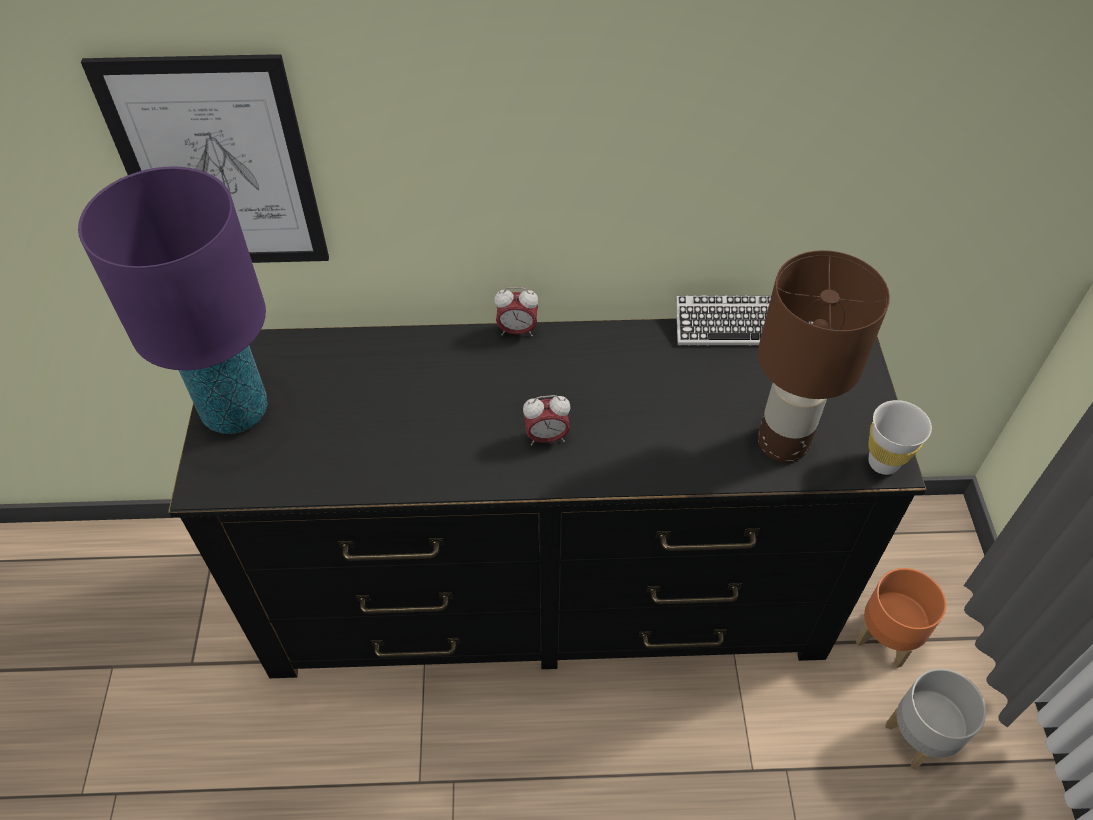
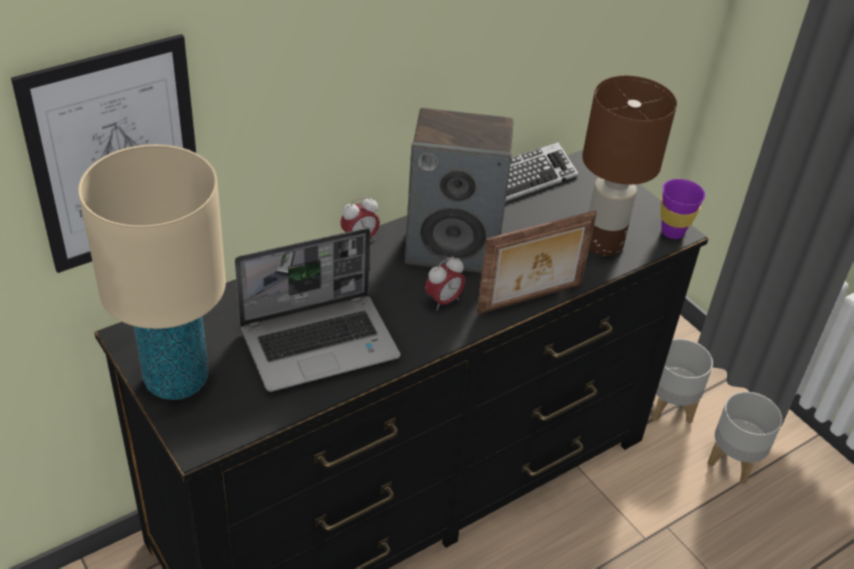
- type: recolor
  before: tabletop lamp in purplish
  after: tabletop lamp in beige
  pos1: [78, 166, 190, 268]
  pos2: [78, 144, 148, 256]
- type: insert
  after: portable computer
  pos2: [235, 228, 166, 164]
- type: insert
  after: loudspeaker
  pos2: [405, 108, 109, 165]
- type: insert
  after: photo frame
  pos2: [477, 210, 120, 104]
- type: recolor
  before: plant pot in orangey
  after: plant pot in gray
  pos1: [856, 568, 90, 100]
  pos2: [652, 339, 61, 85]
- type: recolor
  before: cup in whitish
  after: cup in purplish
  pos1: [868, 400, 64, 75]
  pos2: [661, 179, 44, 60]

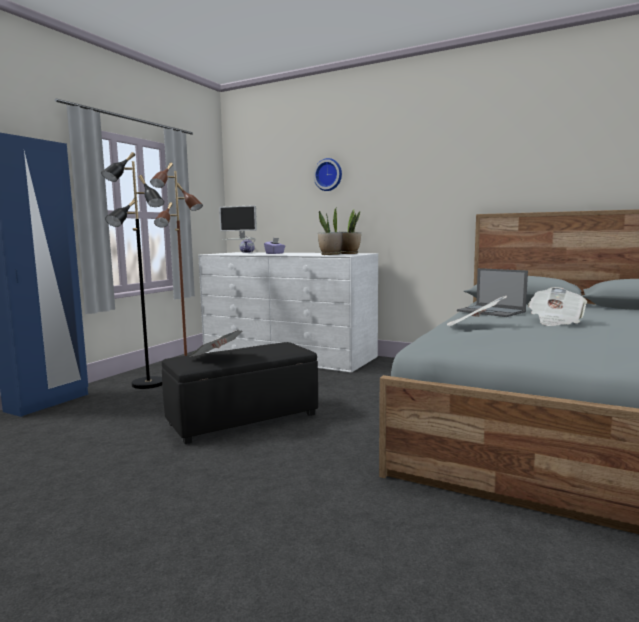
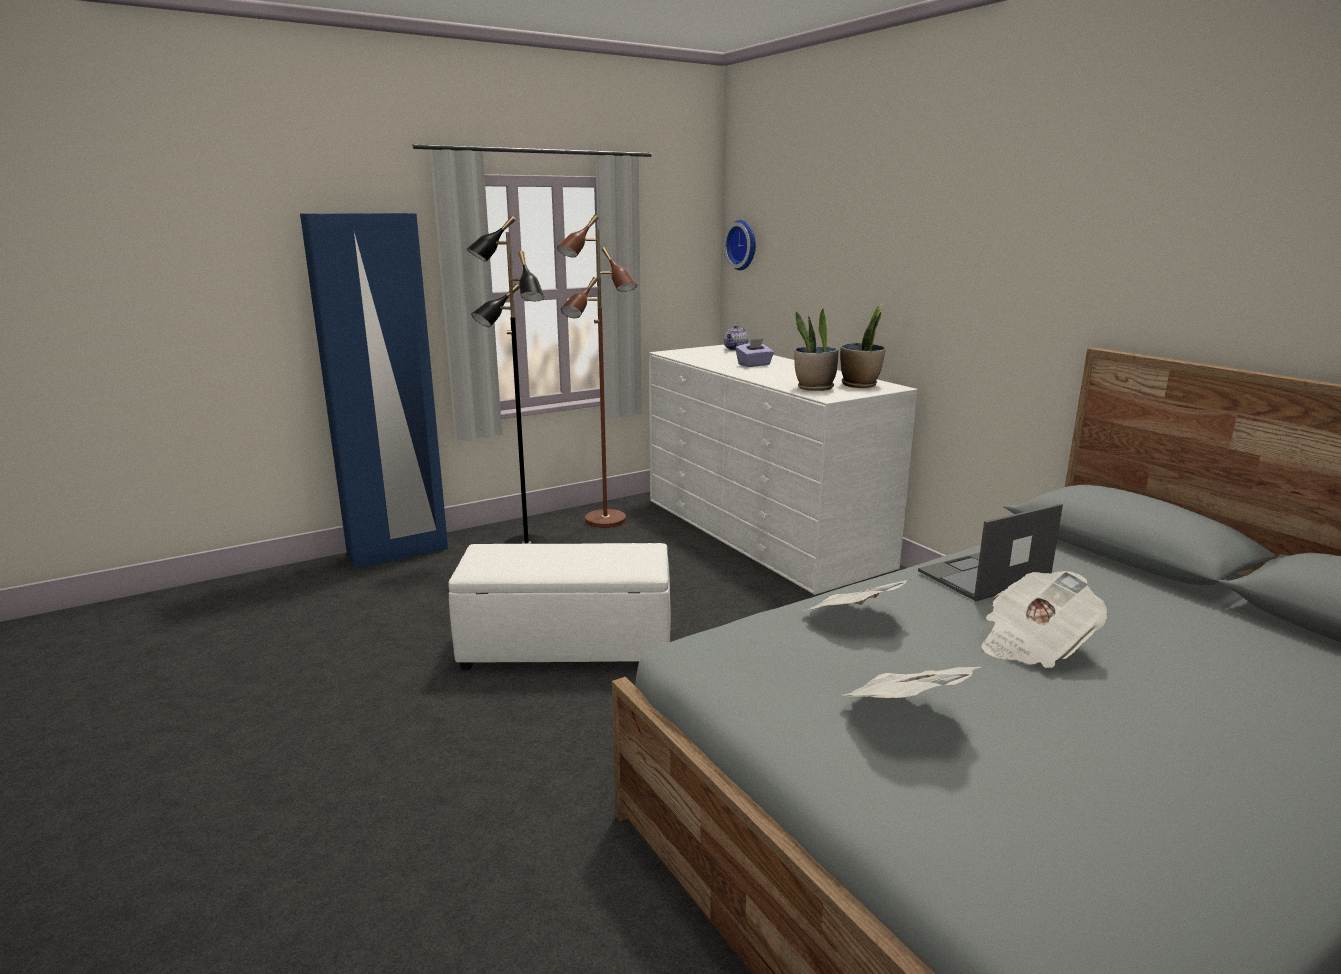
- type: recolor
  before: ottoman in blackish
  after: ottoman in whitish
  pos1: [162, 342, 156, 102]
  pos2: [449, 543, 222, 127]
- type: move
  before: wall clock
  pos1: [313, 158, 29, 33]
  pos2: [724, 220, 32, 50]
- type: move
  before: daily paper
  pos1: [189, 330, 53, 27]
  pos2: [841, 667, 140, 31]
- type: rotate
  before: portable computer
  pos1: [457, 268, 71, 49]
  pos2: [918, 503, 145, 98]
  turn: 75
- type: delete
  before: monitor
  pos1: [219, 205, 38, 48]

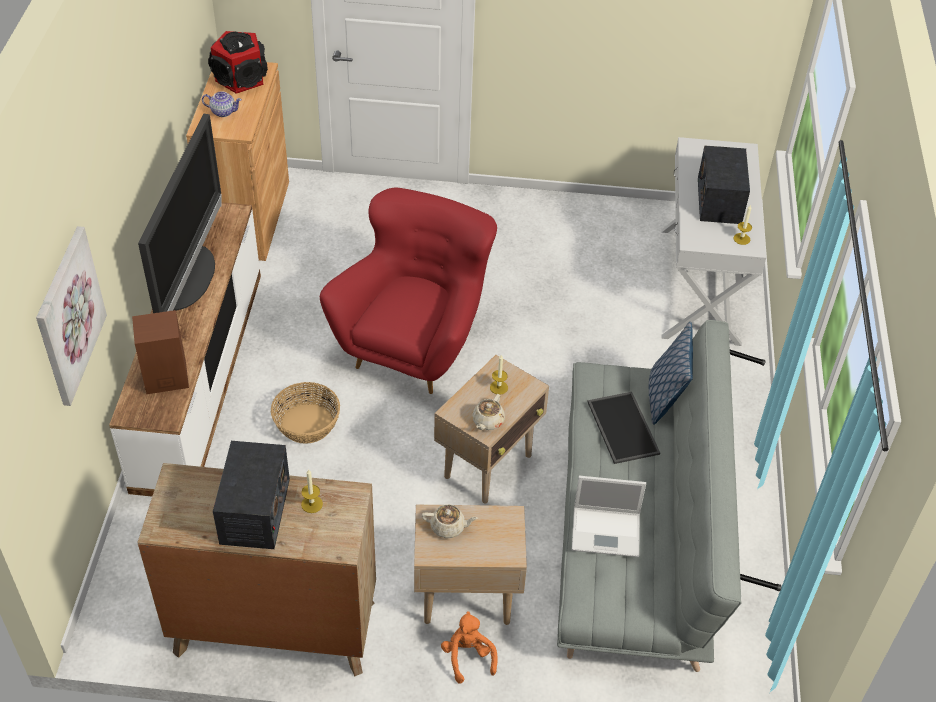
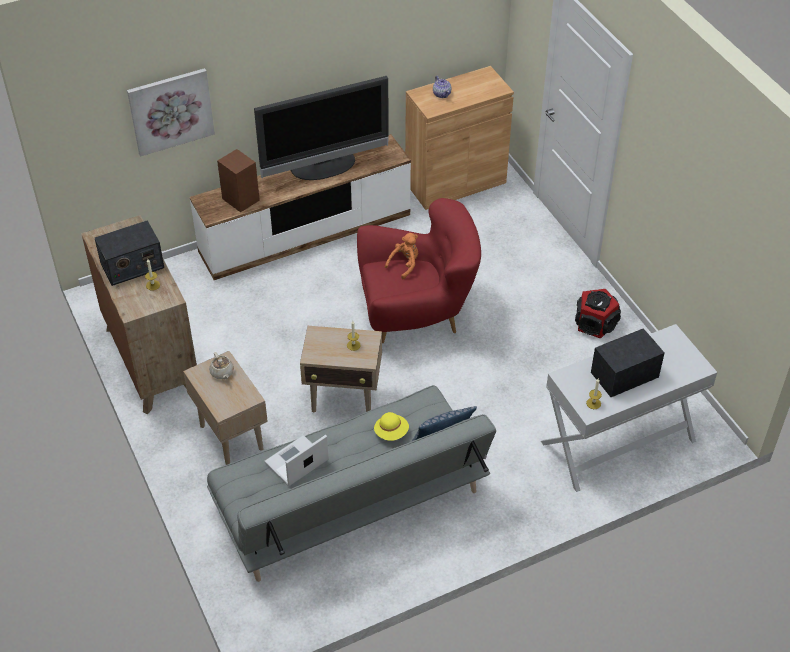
- type: rotate
  before: portable computer
  pos1: [572, 476, 74, 81]
  pos2: [264, 435, 65, 51]
  turn: 75
- type: replace
  before: carrying tray
  after: wearable hat in yellow-coloured
  pos1: [587, 392, 73, 72]
  pos2: [374, 412, 35, 29]
- type: move
  before: soft toy in orangey
  pos1: [441, 611, 57, 73]
  pos2: [385, 233, 33, 46]
- type: move
  before: loudspeaker
  pos1: [208, 31, 60, 63]
  pos2: [575, 289, 46, 50]
- type: delete
  before: household basket
  pos1: [271, 382, 69, 62]
- type: delete
  before: tea pot in beige
  pos1: [472, 394, 33, 36]

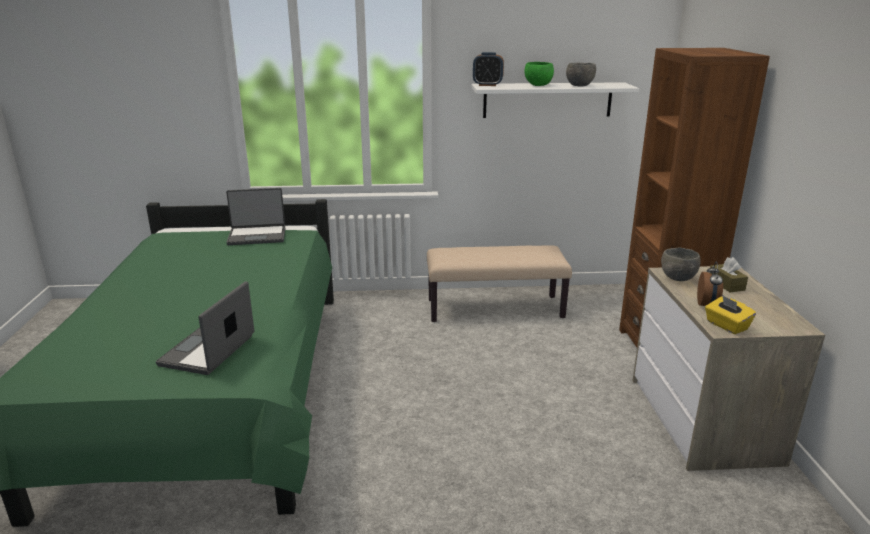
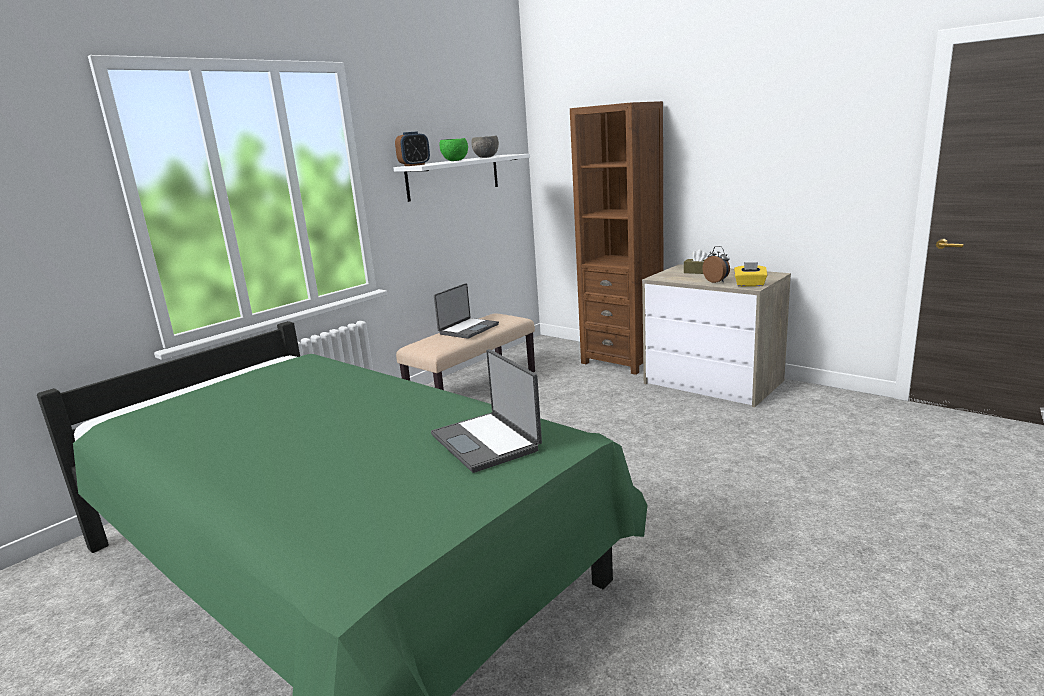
- type: move
  before: portable computer
  pos1: [226, 188, 59, 57]
  pos2: [434, 283, 65, 56]
- type: delete
  before: deep dish in gray
  pos1: [661, 247, 39, 34]

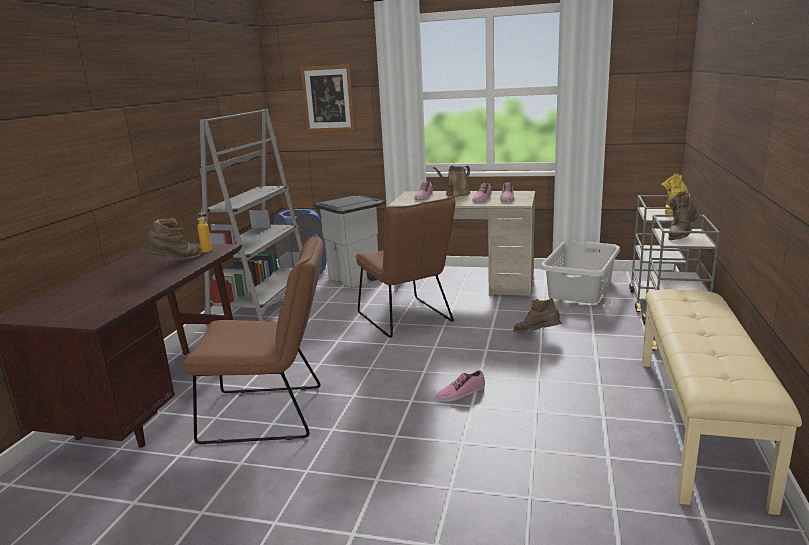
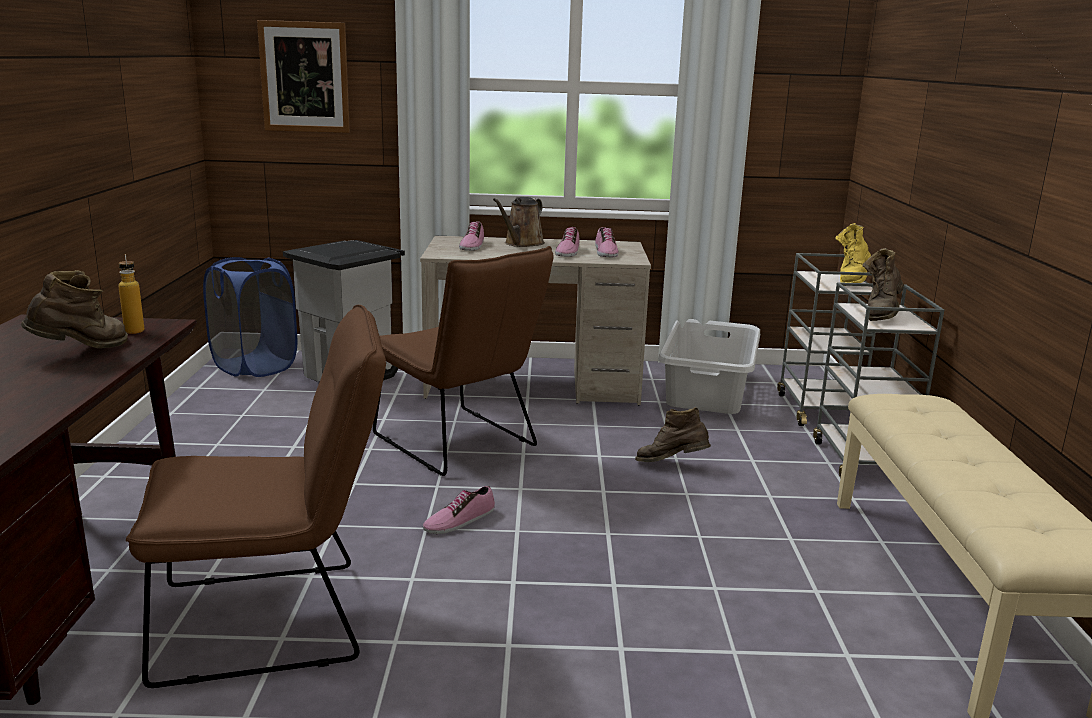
- type: move
  before: item of footwear
  pos1: [436, 370, 49, 32]
  pos2: [423, 486, 72, 48]
- type: delete
  before: bookcase in gray
  pos1: [200, 109, 103, 217]

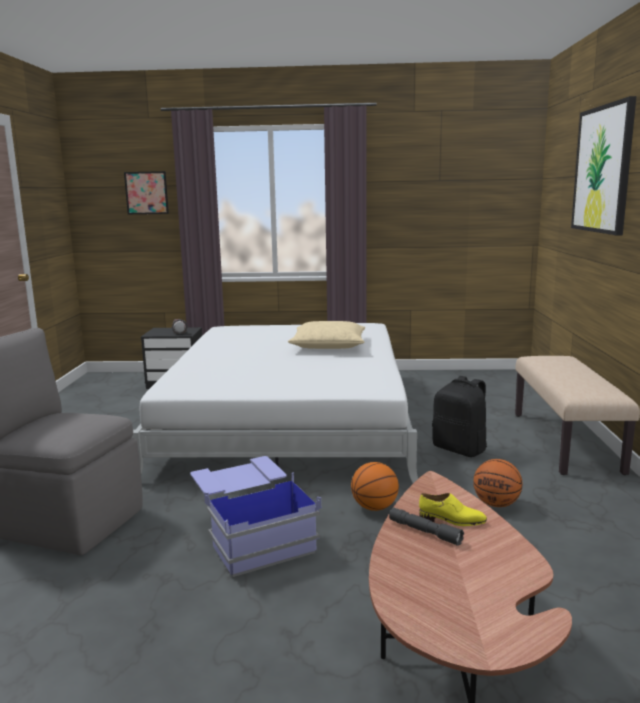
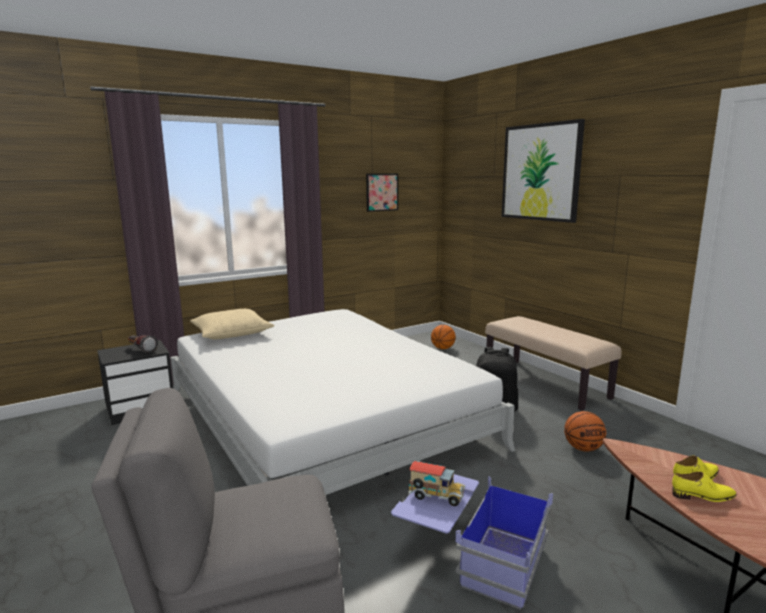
- type: move
  before: pillow in beige
  pos1: [288, 321, 77, 28]
  pos2: [190, 309, 85, 30]
- type: move
  before: wall art
  pos1: [124, 171, 45, 43]
  pos2: [366, 174, 32, 38]
- type: insert
  after: model truck
  pos2: [409, 461, 57, 45]
- type: move
  before: basketball ball
  pos1: [351, 462, 48, 49]
  pos2: [431, 325, 25, 24]
- type: replace
  before: torch in gray
  after: item of footwear in yellow-coloured
  pos1: [389, 508, 75, 38]
  pos2: [672, 471, 65, 31]

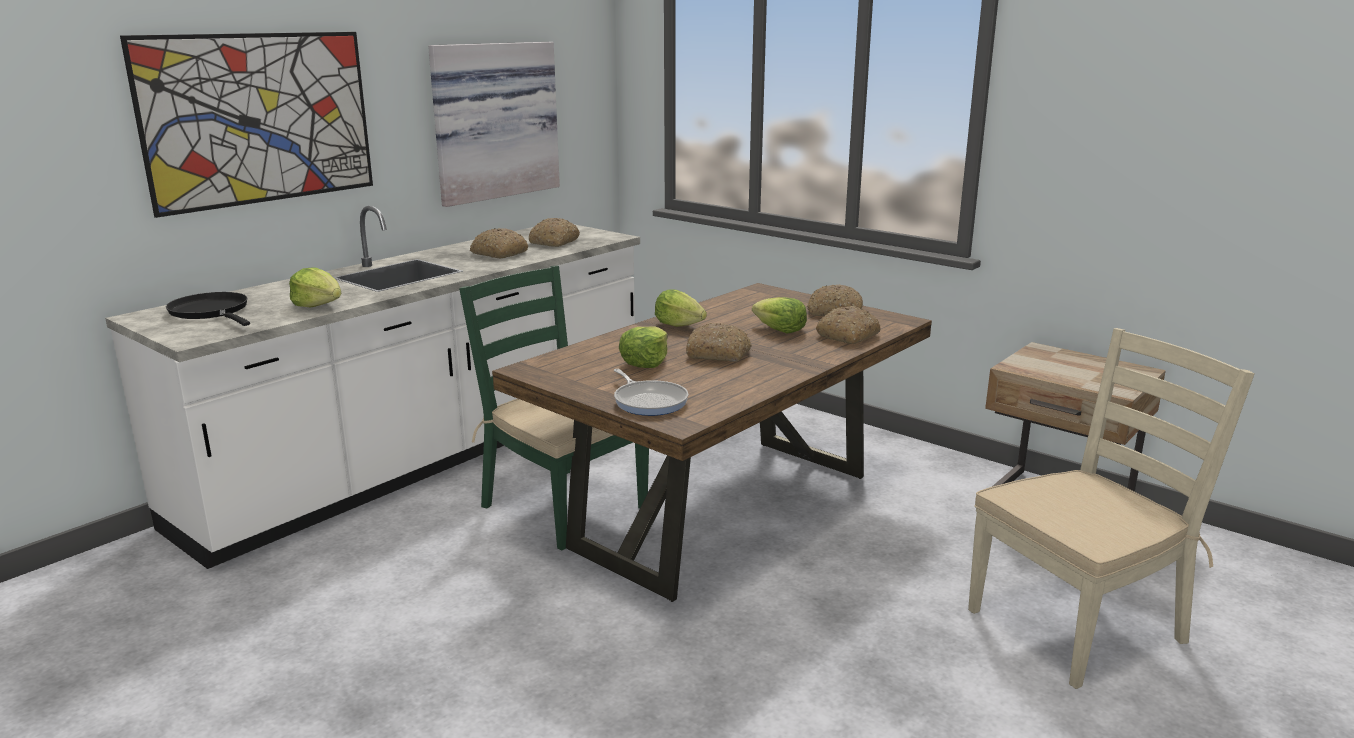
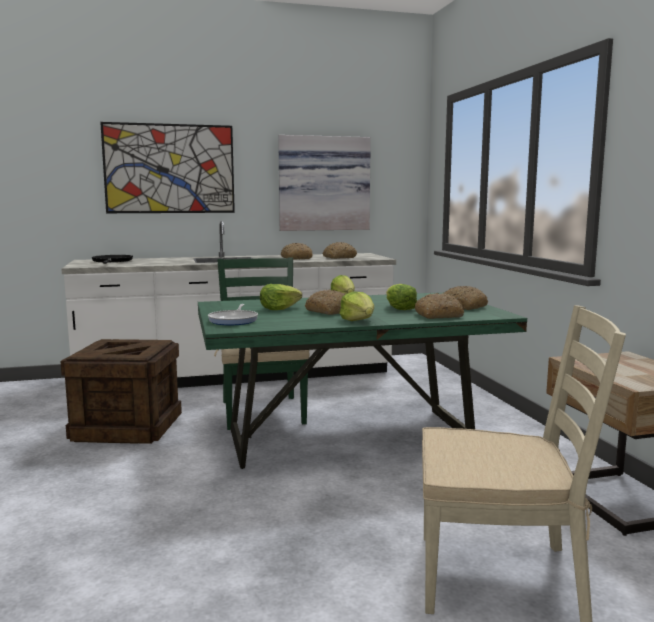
- type: insert
  after: crate
  pos2: [60, 339, 122, 105]
- type: recolor
  before: dinner table in brownish
  after: dinner table in green
  pos1: [492, 283, 440, 319]
  pos2: [198, 292, 329, 177]
- type: move
  before: head of lettuce
  pos1: [289, 267, 53, 41]
  pos2: [339, 291, 35, 30]

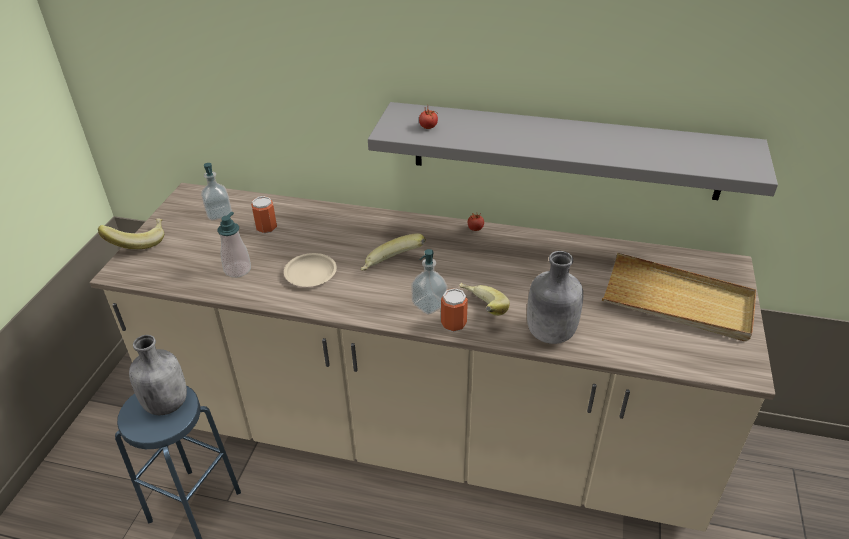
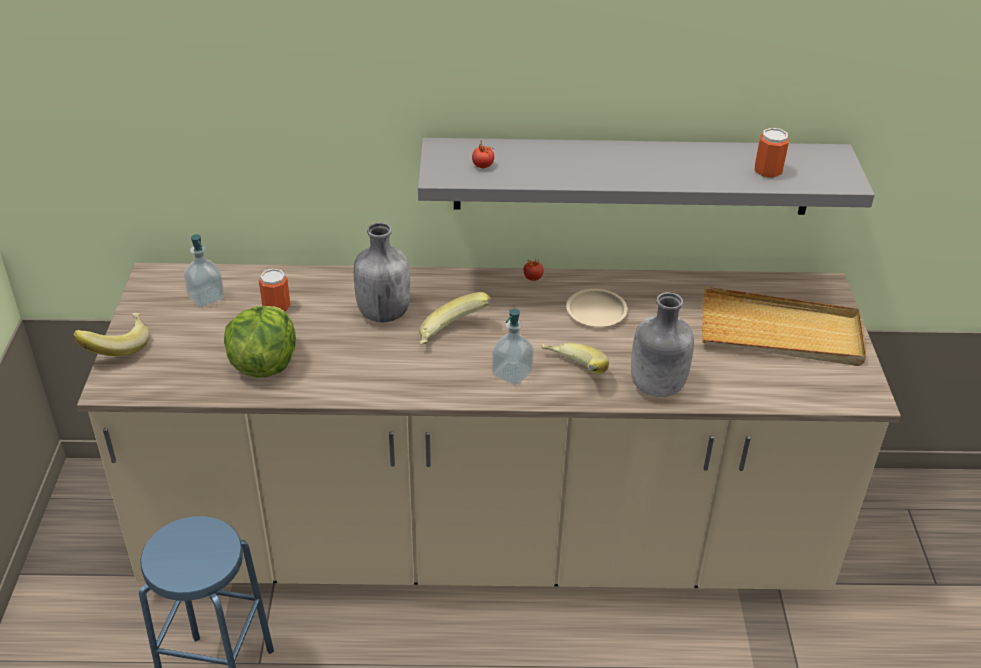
- type: replace
  before: liquid soap bottle
  after: head of lettuce
  pos1: [218, 212, 33, 66]
  pos2: [224, 306, 72, 72]
- type: move
  before: bottle in gray
  pos1: [129, 335, 58, 80]
  pos2: [354, 223, 56, 99]
- type: move
  before: dinner plate in beige
  pos1: [284, 253, 53, 34]
  pos2: [566, 289, 62, 38]
- type: move
  before: metal can
  pos1: [441, 288, 27, 44]
  pos2: [755, 128, 34, 51]

